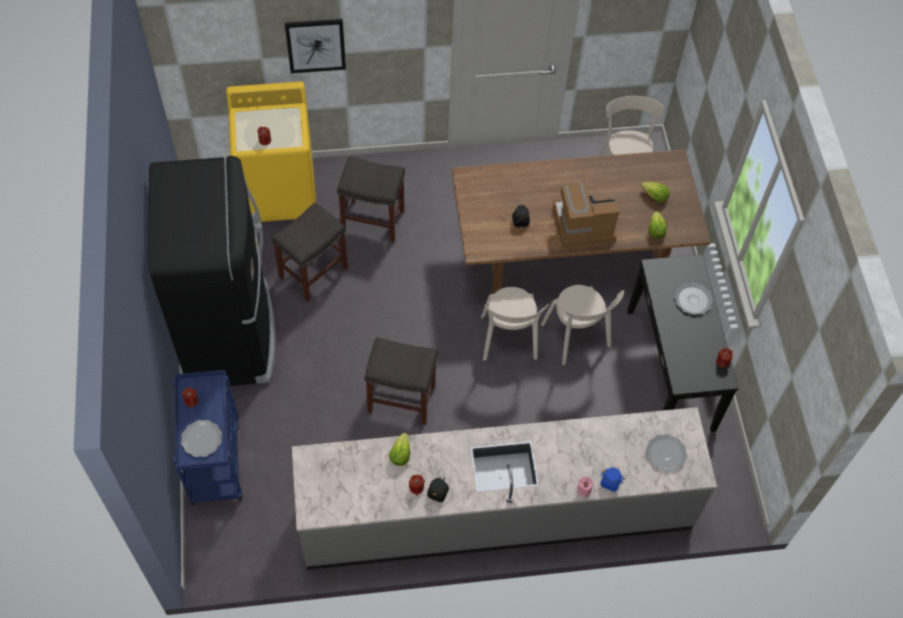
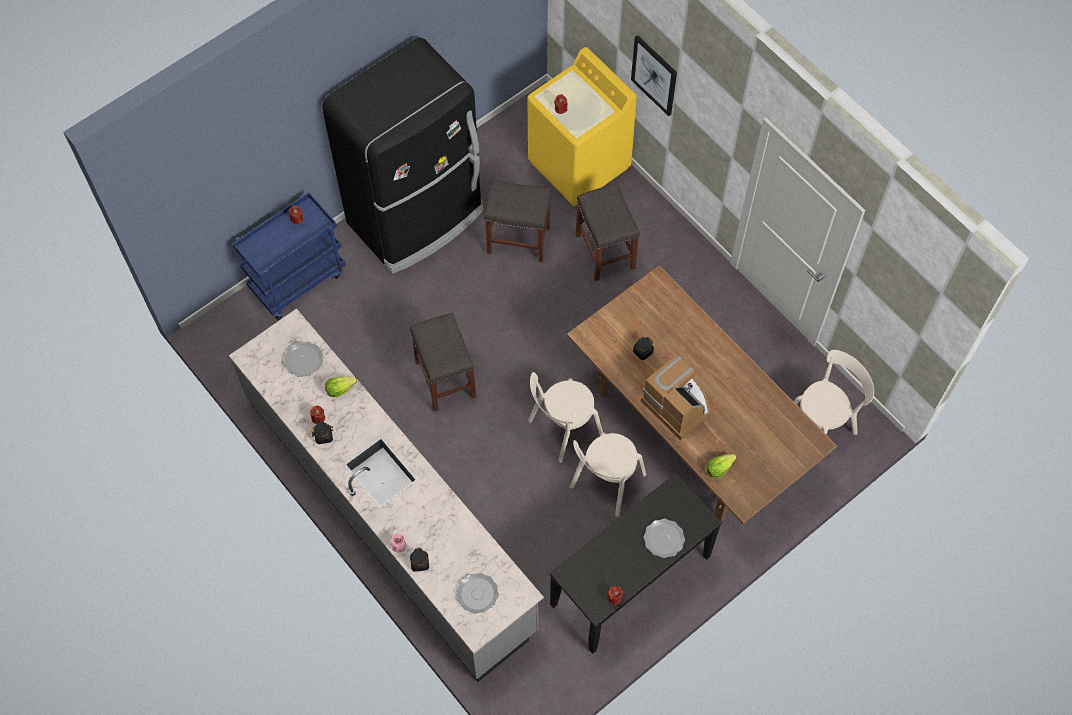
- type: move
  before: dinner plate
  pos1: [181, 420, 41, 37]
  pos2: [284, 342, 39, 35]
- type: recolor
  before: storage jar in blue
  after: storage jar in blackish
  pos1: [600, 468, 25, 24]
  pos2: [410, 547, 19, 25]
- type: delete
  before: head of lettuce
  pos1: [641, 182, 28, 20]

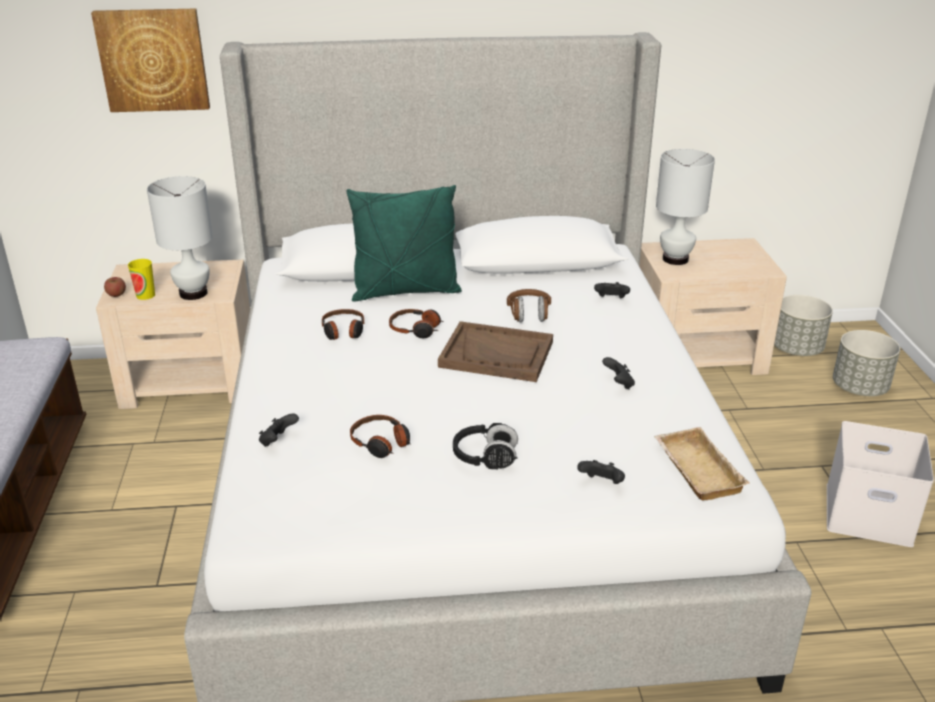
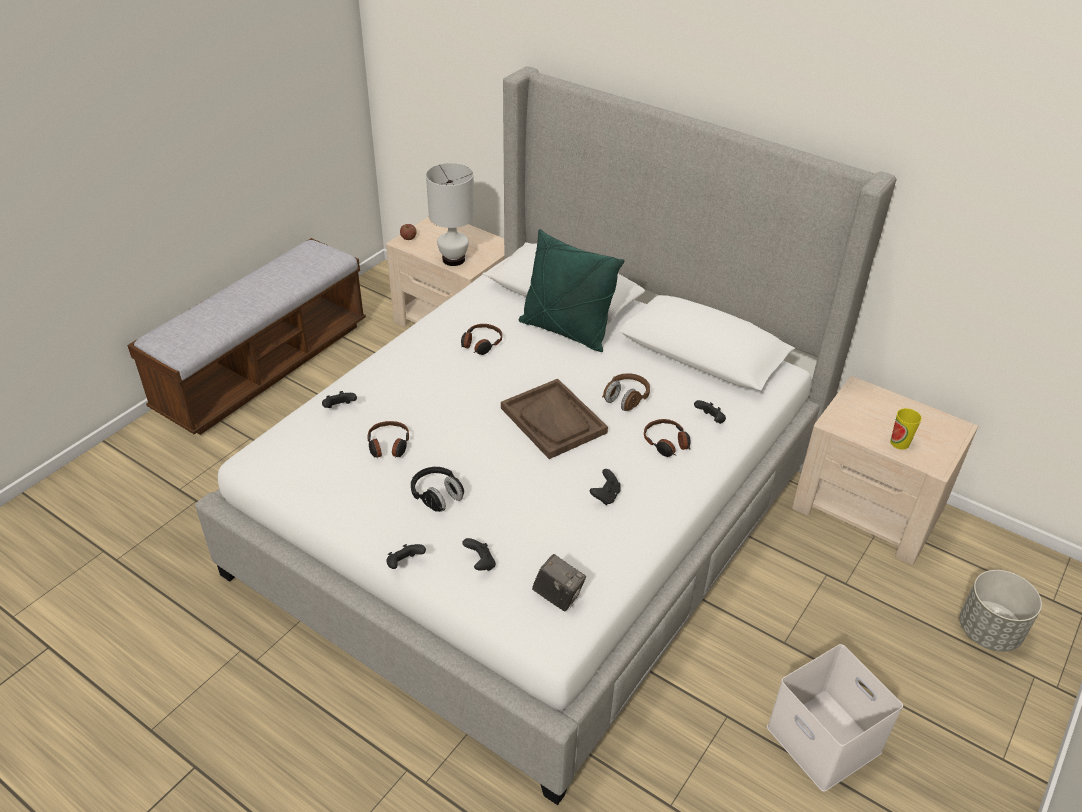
- type: insert
  after: gamepad in blackish
  pos2: [386, 544, 40, 25]
- type: replace
  before: carrying tray in beige
  after: photo camera
  pos1: [654, 427, 95, 74]
  pos2: [532, 554, 54, 58]
- type: move
  before: headphones
  pos1: [389, 309, 54, 30]
  pos2: [644, 419, 47, 38]
- type: move
  before: cup
  pos1: [128, 259, 27, 41]
  pos2: [890, 408, 32, 42]
- type: delete
  before: wall art
  pos1: [91, 9, 119, 103]
- type: delete
  before: tabletop lamp in whitish
  pos1: [656, 149, 59, 116]
- type: delete
  before: plant pot in gray
  pos1: [774, 295, 59, 61]

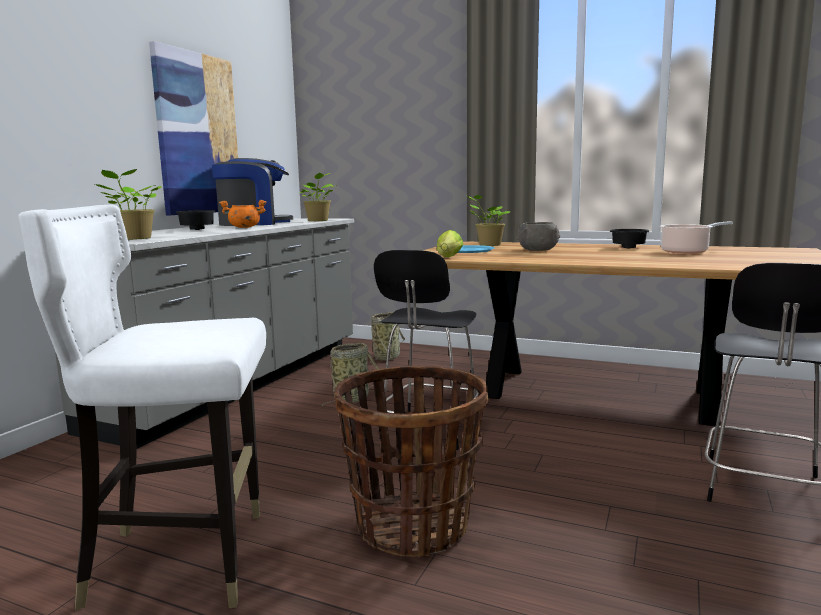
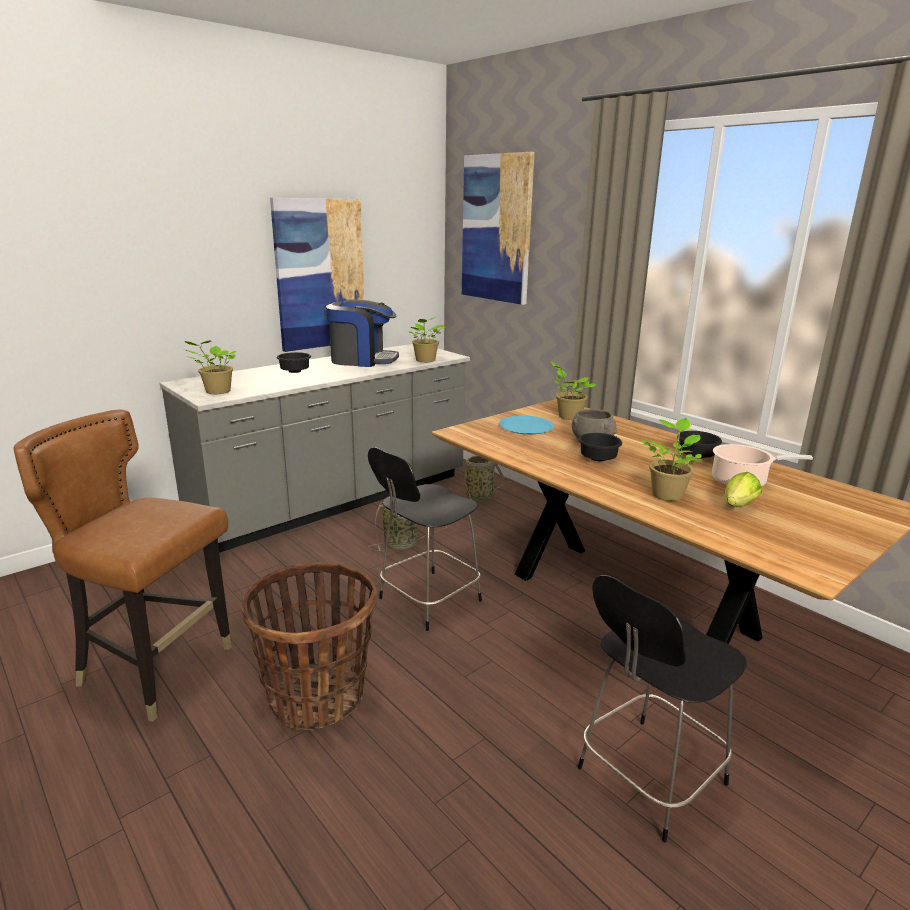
- type: recolor
  before: upright chair in whitish
  after: upright chair in brownish
  pos1: [18, 205, 248, 405]
  pos2: [14, 409, 218, 313]
- type: insert
  after: wall art
  pos2: [462, 152, 73, 153]
- type: insert
  after: deep dish in blackish
  pos2: [578, 433, 44, 28]
- type: insert
  after: houseplant
  pos2: [642, 418, 60, 83]
- type: move
  before: head of lettuce
  pos1: [437, 230, 26, 27]
  pos2: [724, 472, 38, 35]
- type: delete
  before: saucepot in orangey
  pos1: [219, 200, 47, 28]

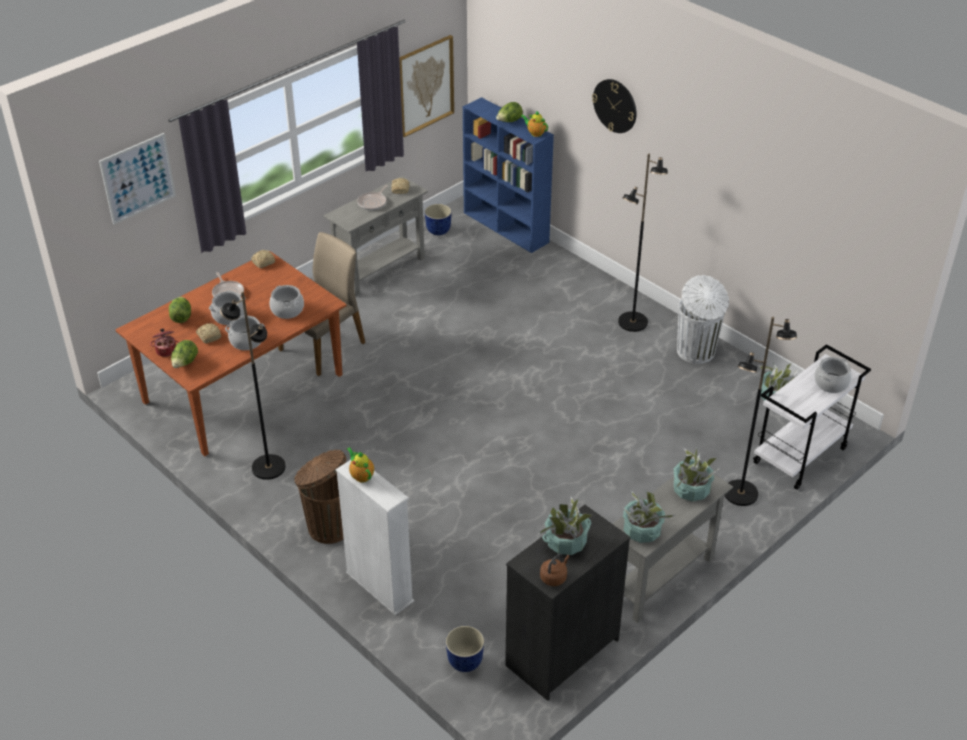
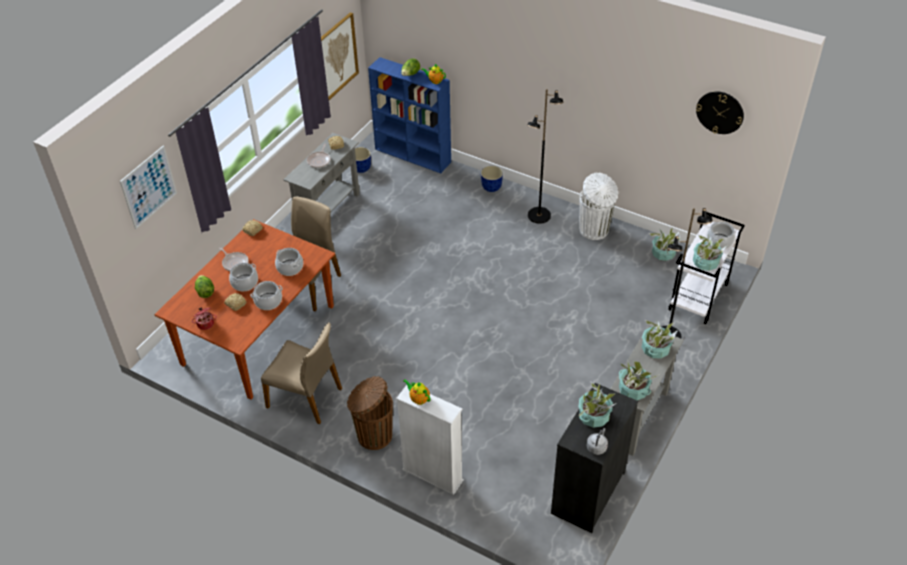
- type: replace
  before: floor lamp in blackish
  after: upright chair in beige
  pos1: [220, 292, 66, 188]
  pos2: [261, 322, 81, 102]
- type: move
  before: plant pot
  pos1: [446, 626, 38, 46]
  pos2: [481, 166, 22, 26]
- type: recolor
  before: kettle in brownish
  after: kettle in gray
  pos1: [540, 554, 30, 32]
  pos2: [587, 428, 21, 27]
- type: insert
  after: houseplant
  pos2: [693, 234, 34, 37]
- type: move
  before: wall clock
  pos1: [592, 79, 45, 54]
  pos2: [696, 91, 48, 43]
- type: delete
  before: head of lettuce
  pos1: [171, 340, 27, 28]

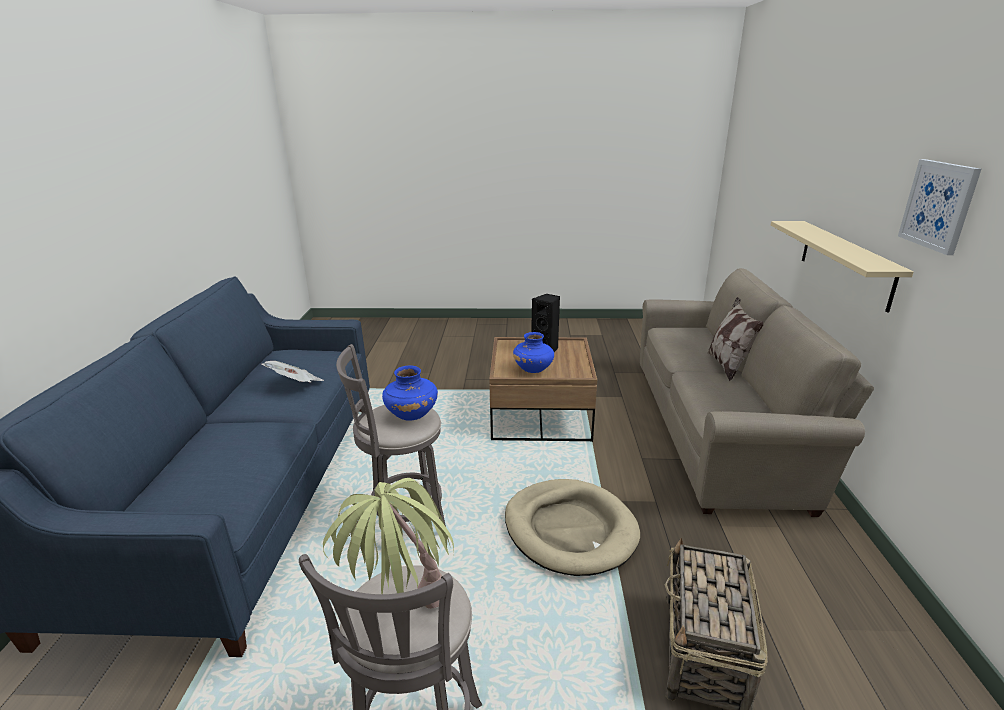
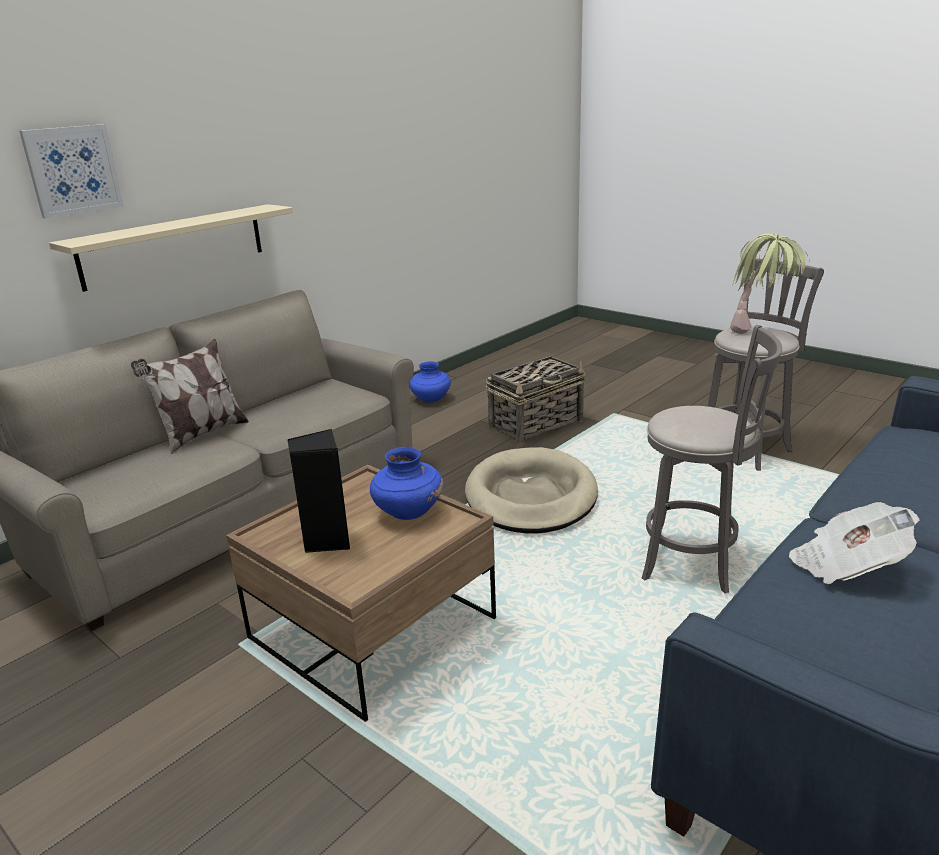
- type: move
  before: wall art
  pos1: [898, 159, 83, 96]
  pos2: [19, 124, 105, 95]
- type: move
  before: flower vase in blue
  pos1: [382, 365, 56, 56]
  pos2: [409, 361, 42, 42]

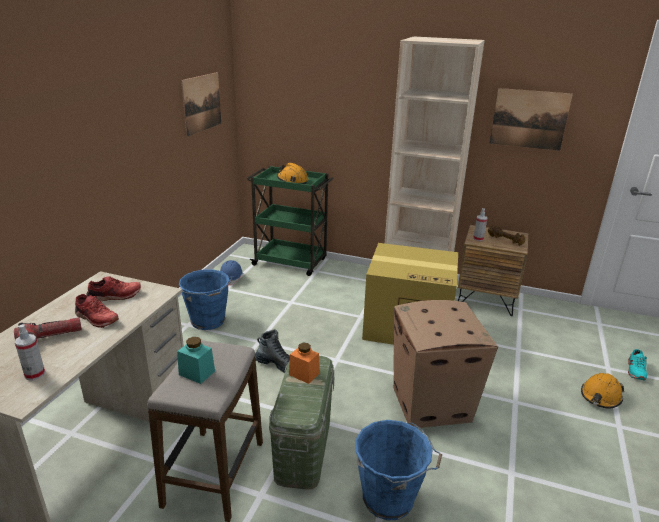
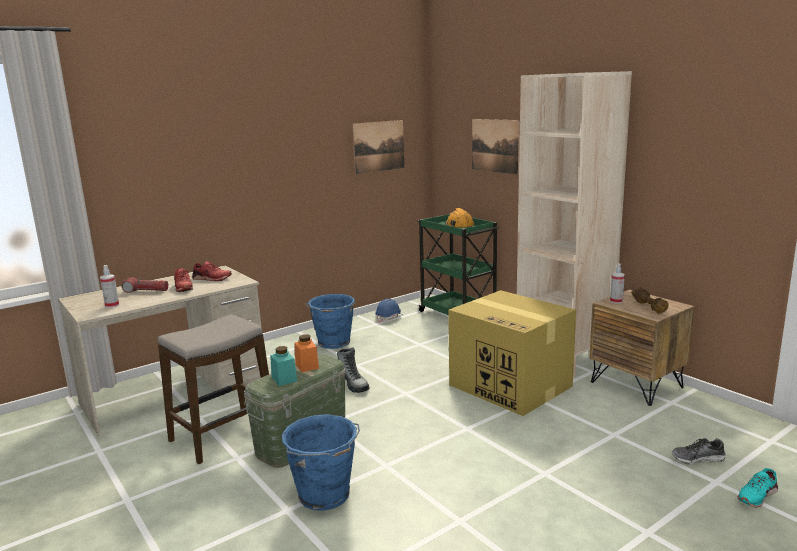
- type: move
  before: storage jar in turquoise-coloured
  pos1: [177, 337, 38, 47]
  pos2: [270, 346, 27, 40]
- type: move
  before: wall art
  pos1: [489, 88, 84, 63]
  pos2: [472, 119, 48, 56]
- type: insert
  after: item of footwear
  pos2: [672, 438, 54, 27]
- type: delete
  before: cardboard box
  pos1: [393, 300, 105, 128]
- type: delete
  before: work helmet in orangey
  pos1: [581, 373, 43, 35]

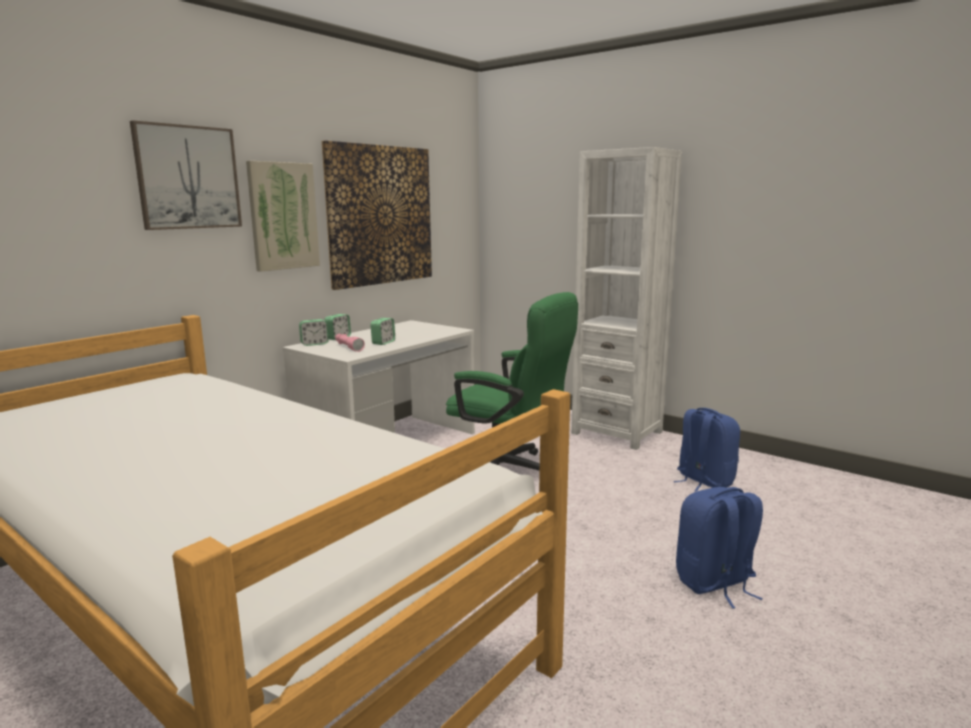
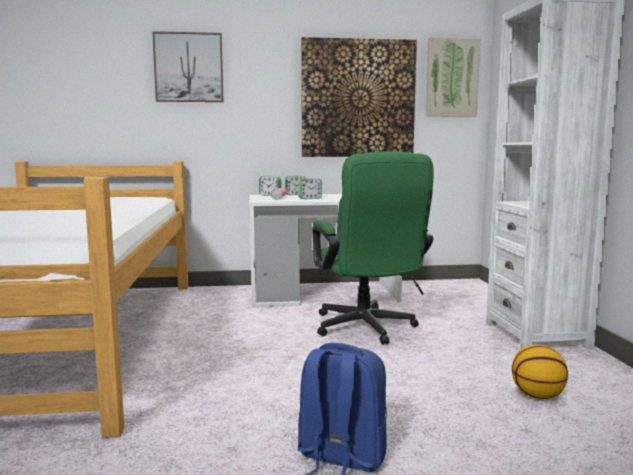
- type: move
  before: wall art
  pos1: [246, 161, 74, 111]
  pos2: [426, 37, 54, 80]
- type: replace
  before: backpack in blue
  after: basketball ball
  pos1: [673, 408, 67, 84]
  pos2: [512, 345, 56, 54]

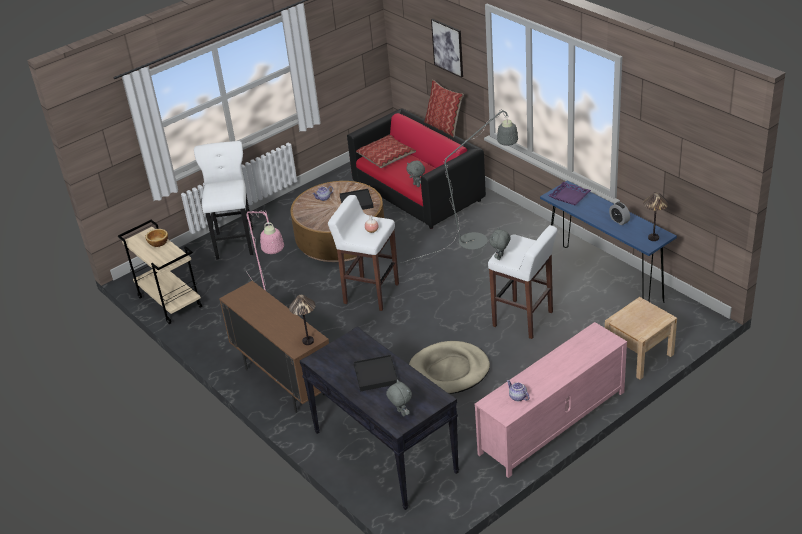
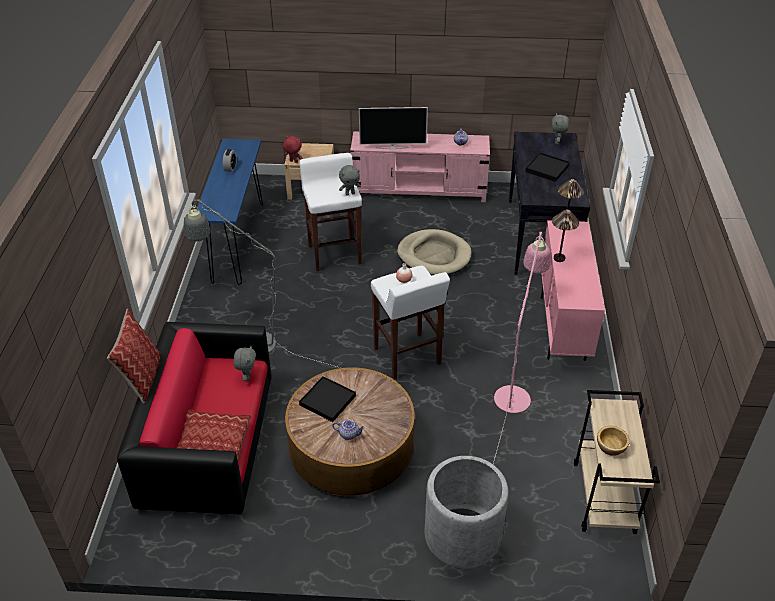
- type: insert
  after: soft toy in red
  pos2: [283, 136, 19, 27]
- type: insert
  after: TV set
  pos2: [359, 107, 69, 42]
- type: replace
  before: stool seat in whitish
  after: plant pot in gray
  pos1: [194, 141, 59, 119]
  pos2: [425, 456, 84, 112]
- type: recolor
  before: cupboard in brownish
  after: cupboard in pinkish
  pos1: [219, 281, 110, 132]
  pos2: [541, 220, 64, 141]
- type: move
  before: tabletop lamp
  pos1: [643, 192, 26, 49]
  pos2: [552, 210, 27, 52]
- type: delete
  before: wall art
  pos1: [431, 19, 32, 59]
- type: delete
  before: carrying tray in purplish
  pos1: [549, 182, 42, 23]

